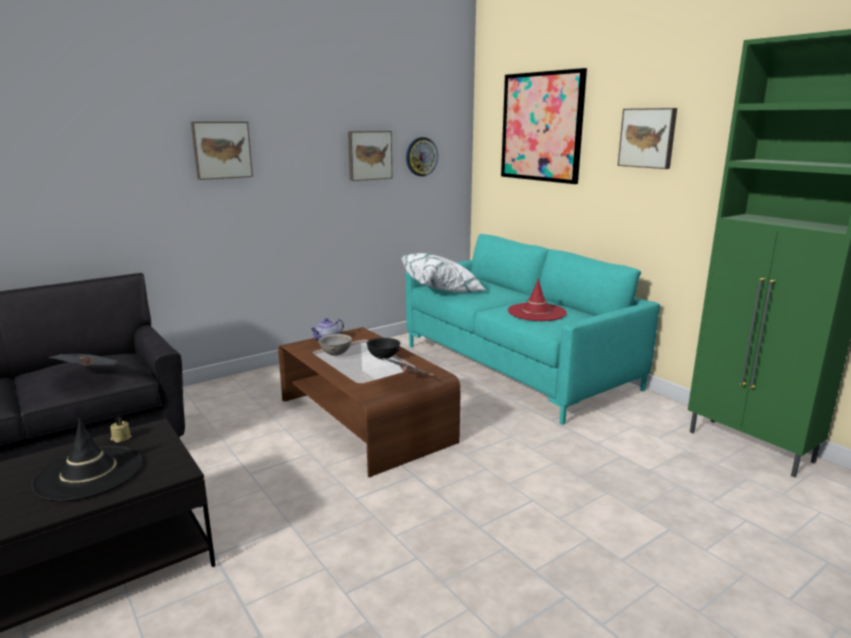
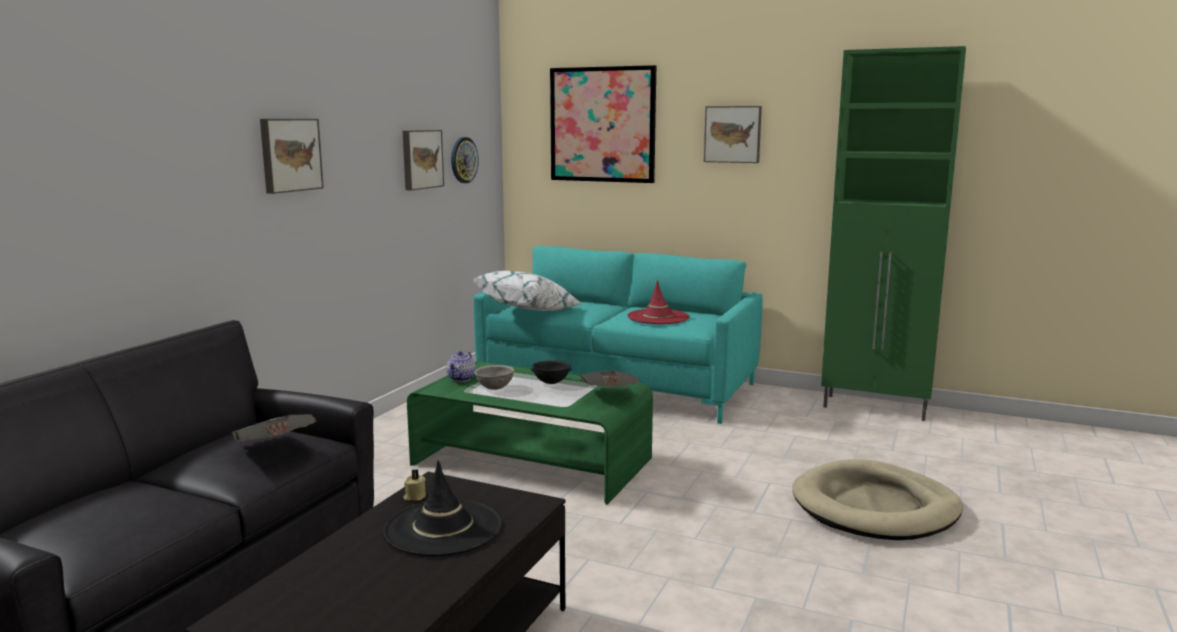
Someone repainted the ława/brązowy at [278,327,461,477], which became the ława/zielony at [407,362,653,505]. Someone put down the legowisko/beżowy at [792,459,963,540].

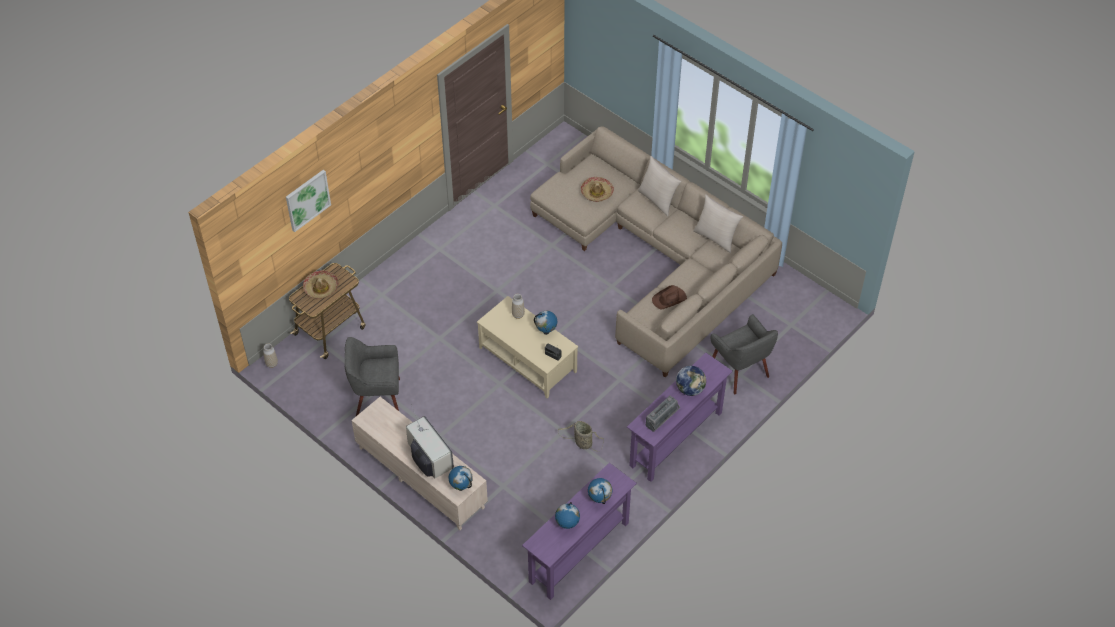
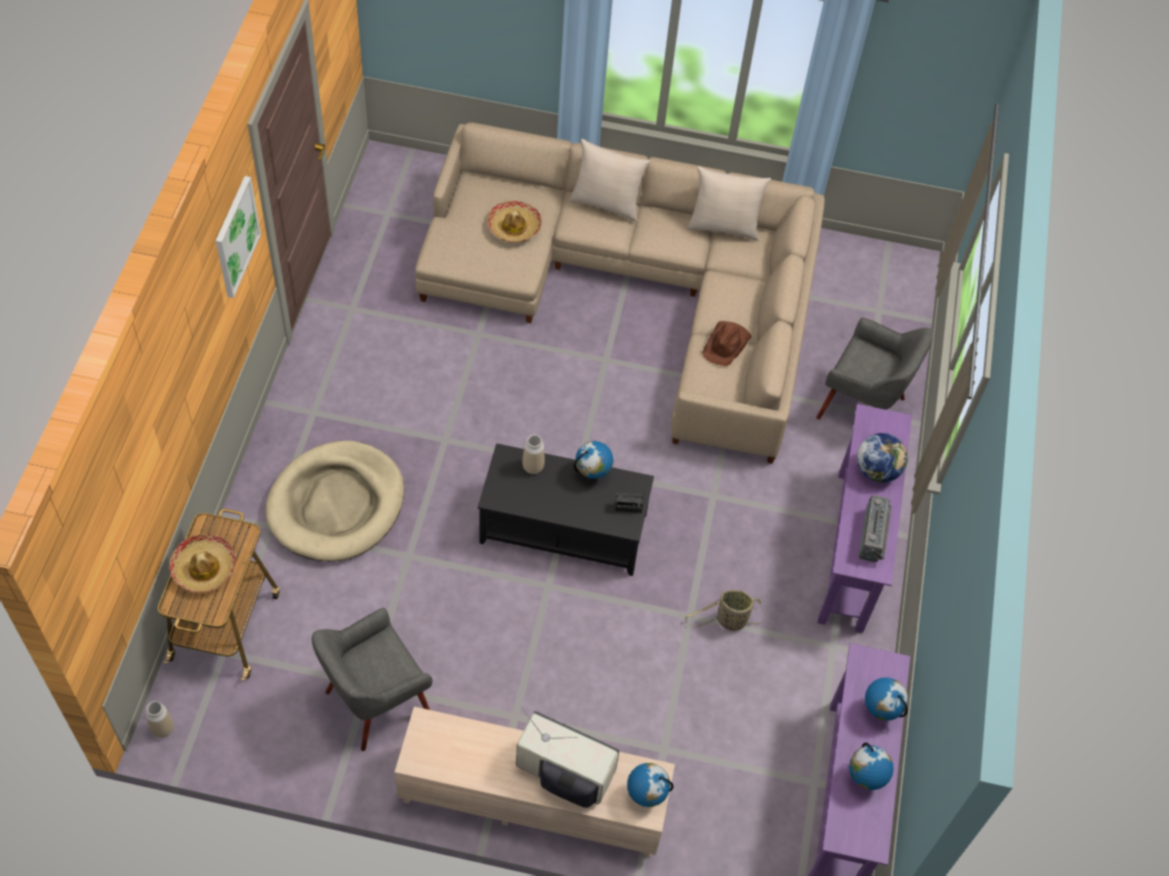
Someone carried the obraz from [286,170,331,232] to [216,176,261,298]. Someone repainted the ława/beżowy at [477,296,578,398], which became the ława/czarny at [478,443,654,576]. Someone put down the legowisko/beżowy at [265,440,404,562].

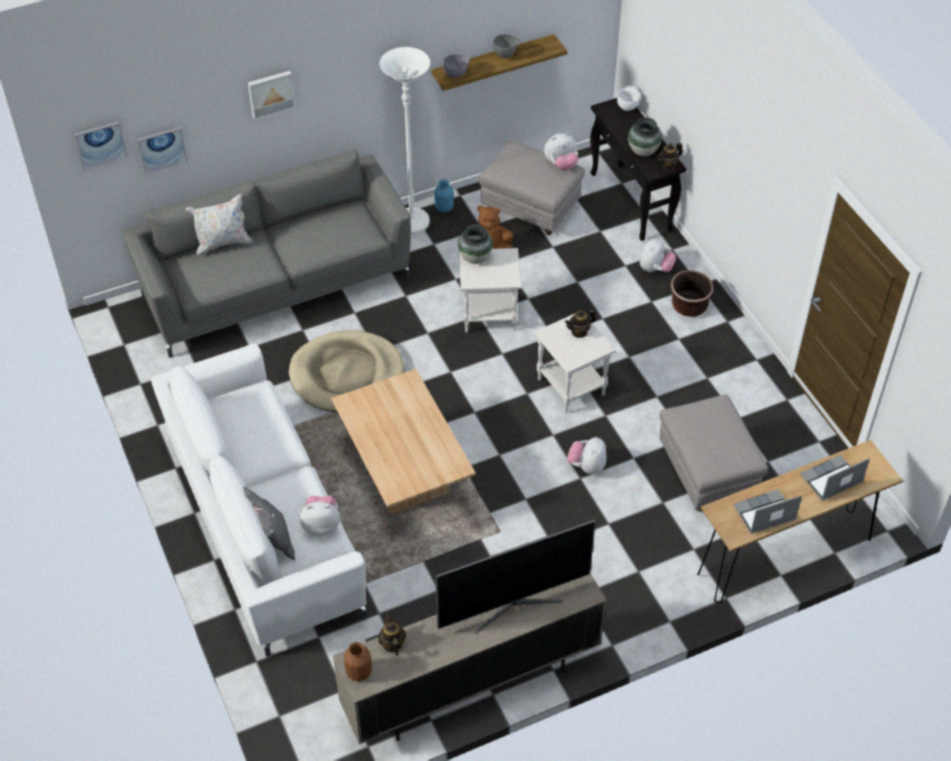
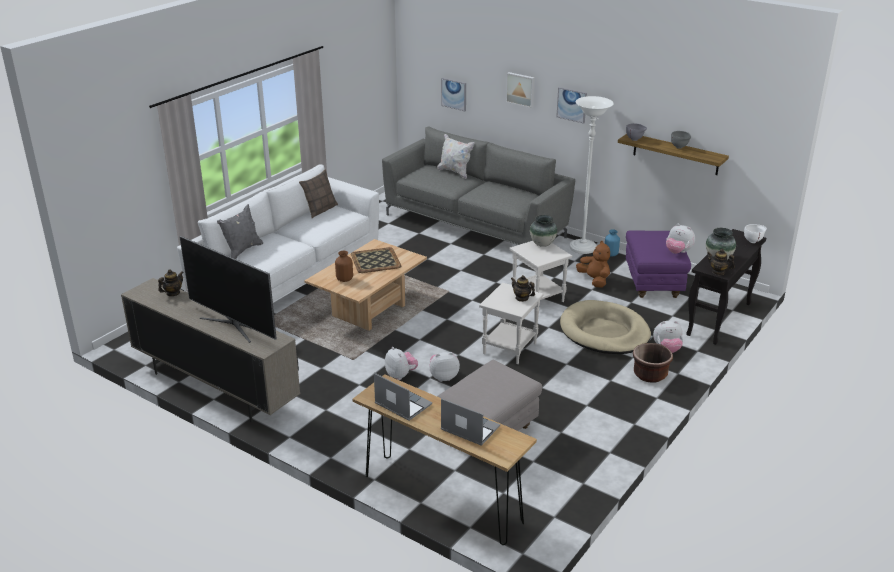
Someone carried the obraz from [74,121,128,170] to [556,87,587,124]. Someone carried the legowisko/beżowy from [289,330,404,412] to [560,300,651,354]. Someone carried the pluszak from [300,496,340,537] to [385,347,418,380]. Someone carried the wazon/brązowy from [344,642,372,682] to [335,251,353,282]. Someone repainted the pufa/szary at [478,140,585,235], which became the pufa/fioletowy at [626,231,691,298]. Someone put down the poduszka at [299,169,338,218]. Someone put down the taca at [351,247,401,273].

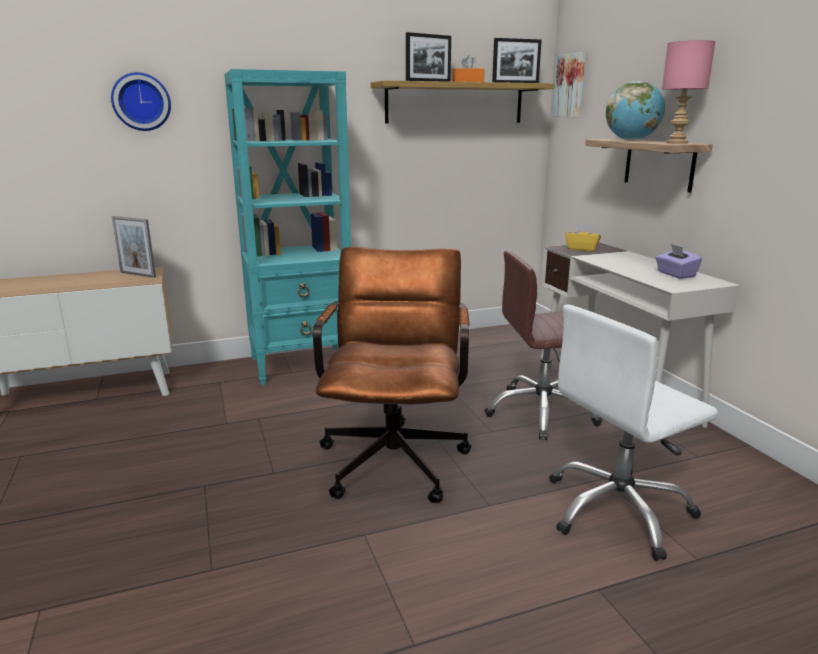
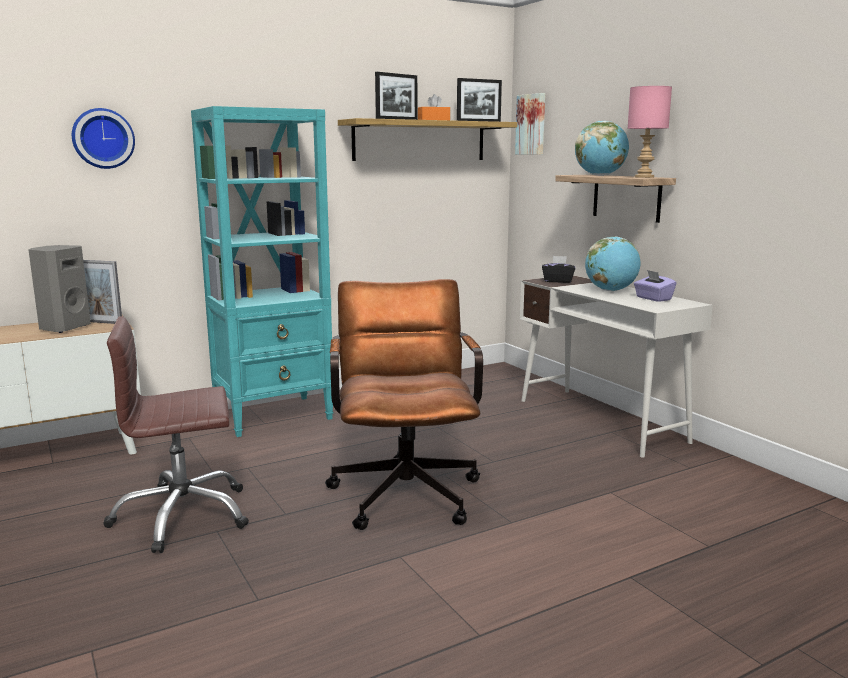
Someone carried the krzesło biurowe/brązowy from [485,251,602,440] to [103,316,249,553]. Someone took away the krzesło biurowe/biały at [549,304,718,561]. Someone repainted the pudełko chusteczek/żółty at [565,223,601,251], which became the pudełko chusteczek/czarny at [542,256,575,283]. Someone put down the głośnik/szary at [29,245,91,333]. Someone put down the globus at [585,236,640,291].

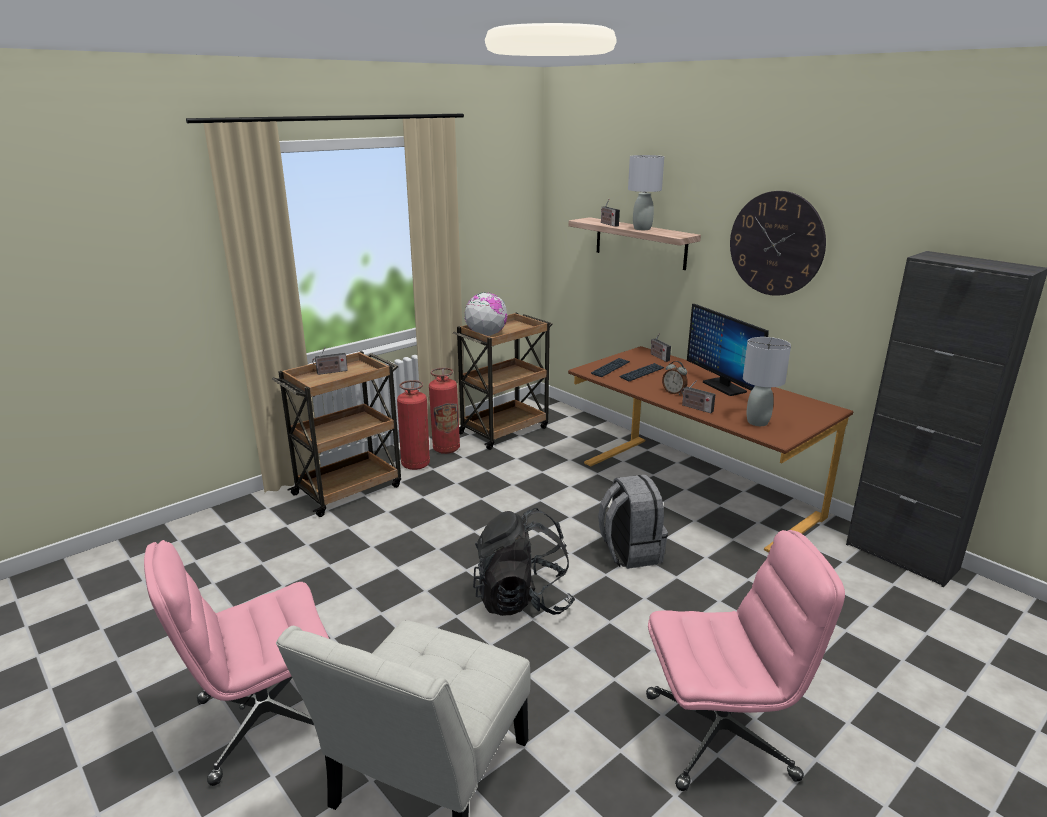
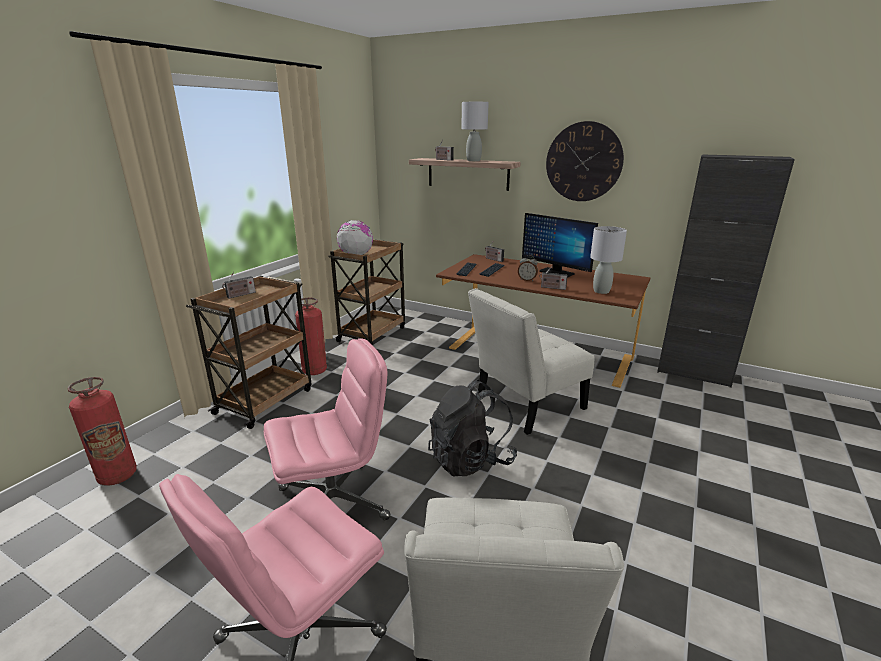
Someone carried the gaśnica from [429,368,460,454] to [67,377,137,486]. Someone swapped the plecak/szary at [598,475,668,569] for the krzesło/biały at [468,288,595,435]. Someone carried the krzesło biurowe/różowy from [646,530,845,791] to [264,338,390,521].

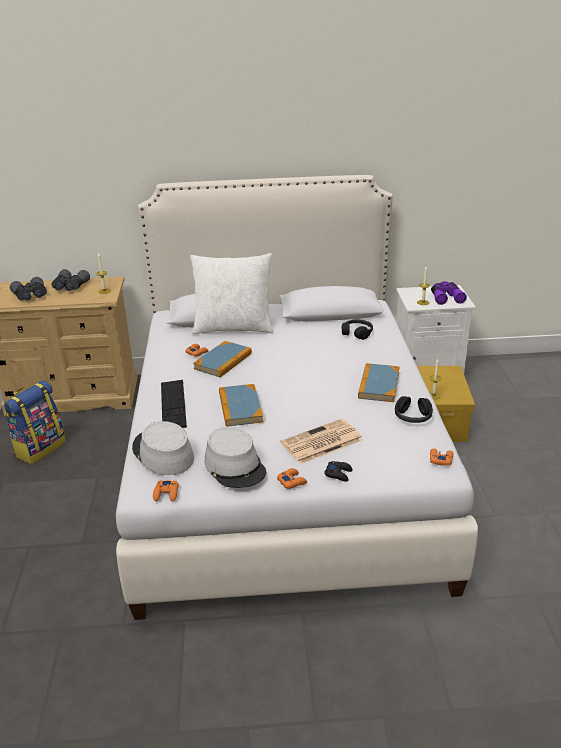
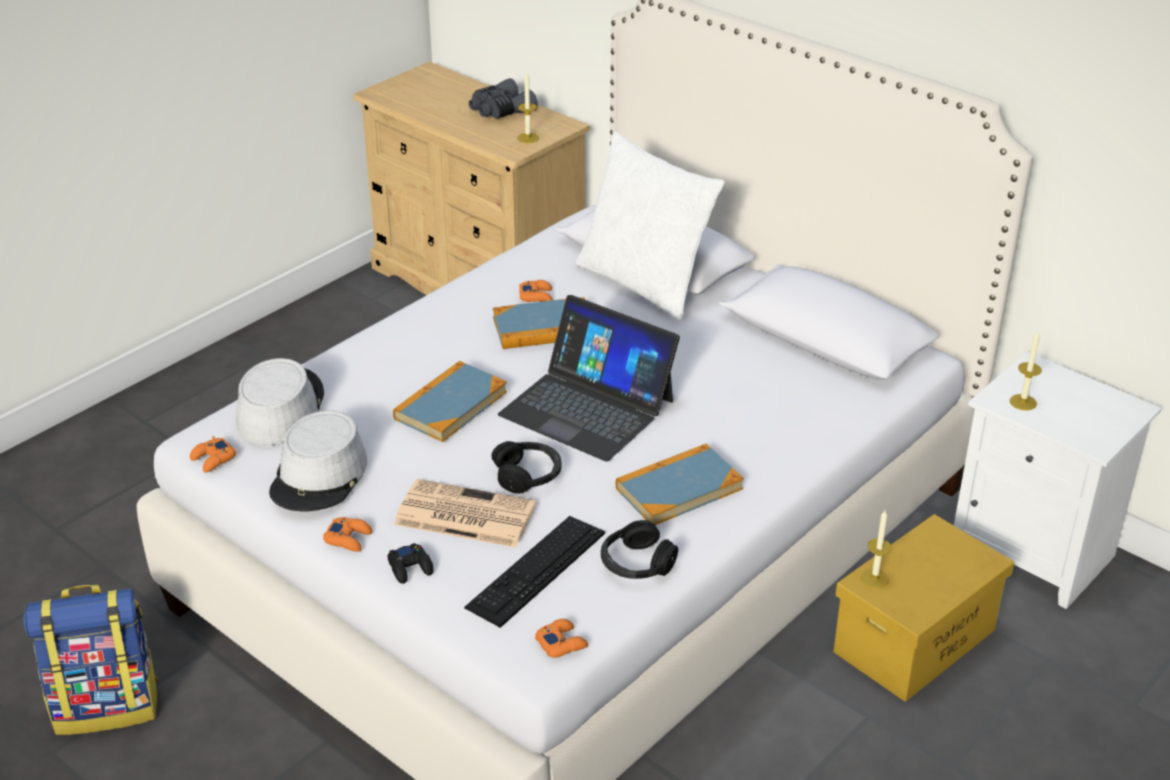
Someone carried the plecak from [4,381,66,464] to [24,585,158,735]. Someone took away the lornetka/szary at [10,277,47,300]. Someone carried the klawiatura from [161,380,187,428] to [464,516,605,628]. Someone carried the słuchawki/czarny from [342,319,373,340] to [491,441,561,494]. Someone took away the lornetka/fioletowy at [431,281,467,305]. Someone put down the laptop at [498,295,680,462].

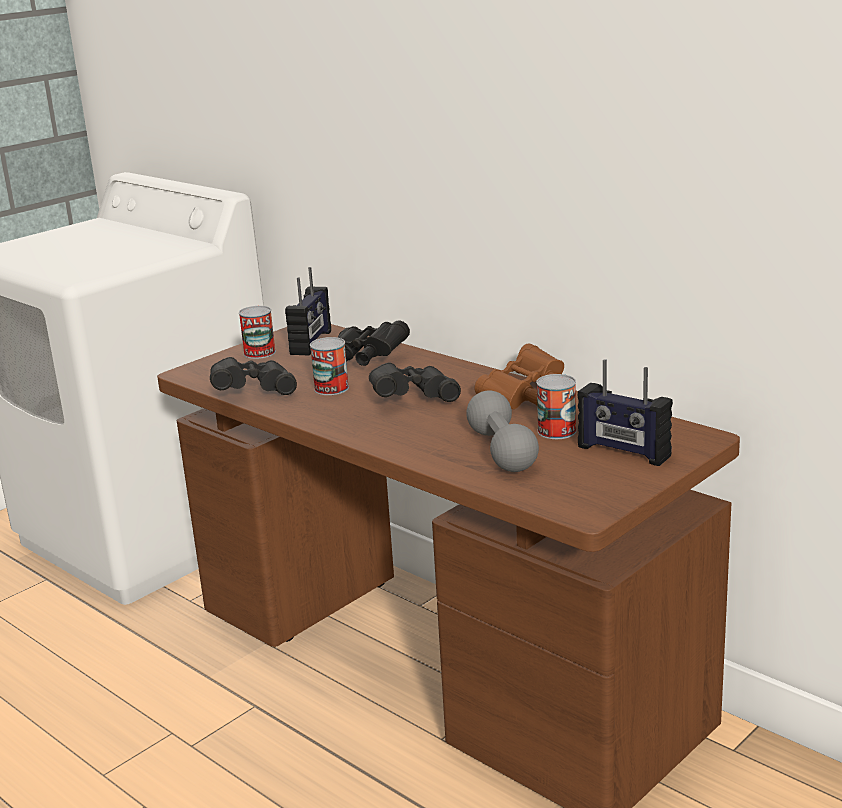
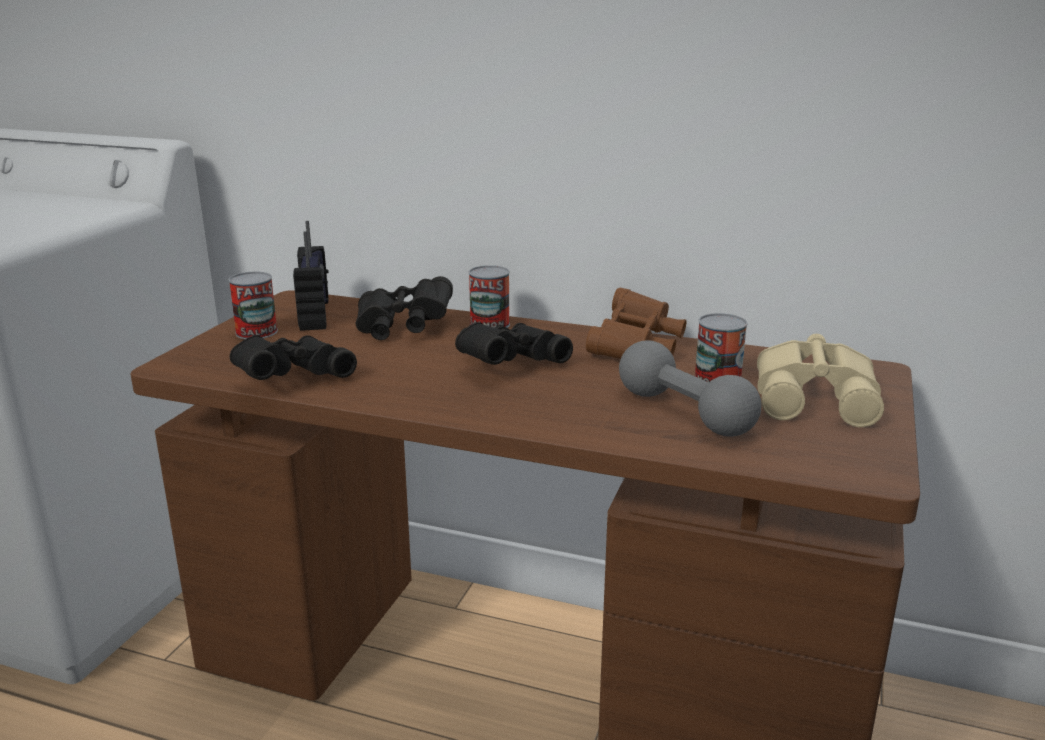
Someone carried the puszka from [310,337,349,395] to [469,265,510,328]. Someone swapped the radio at [577,359,673,466] for the lornetka/beżowy at [757,334,884,427].

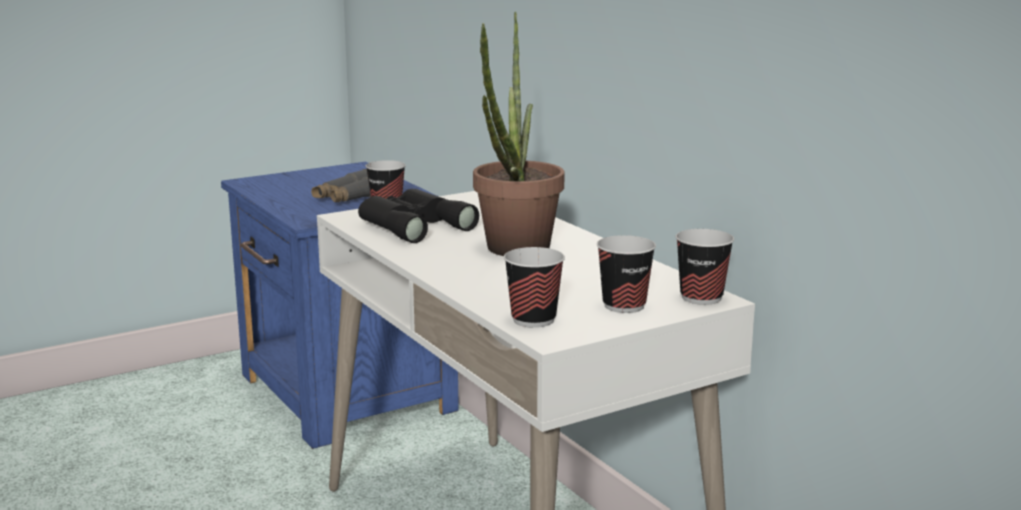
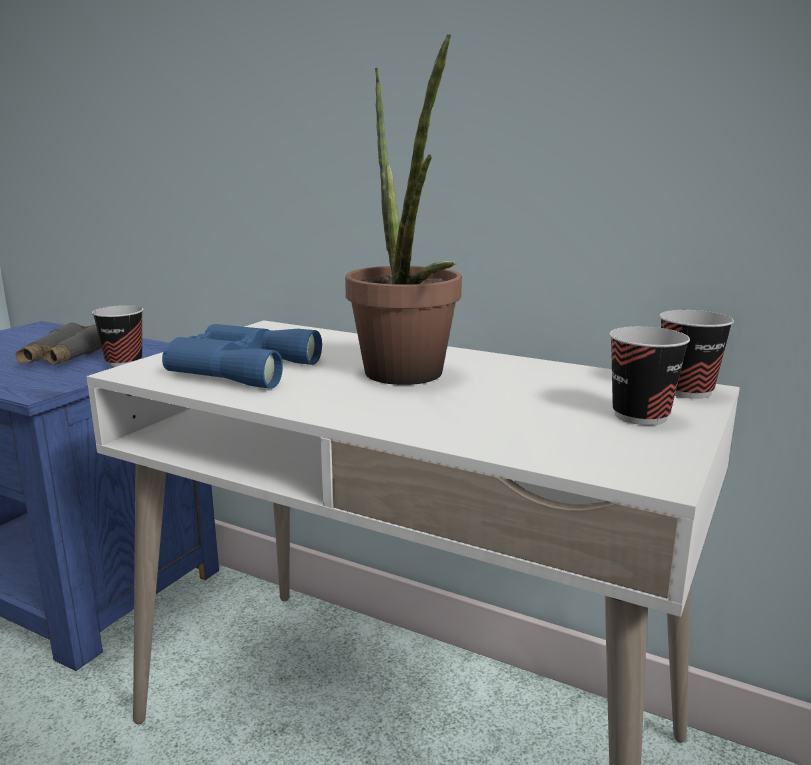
Someone repainted the lornetka/czarny at [358,189,479,243], which became the lornetka/niebieski at [162,324,322,389]. Someone took away the filiżanka at [504,247,565,328].

